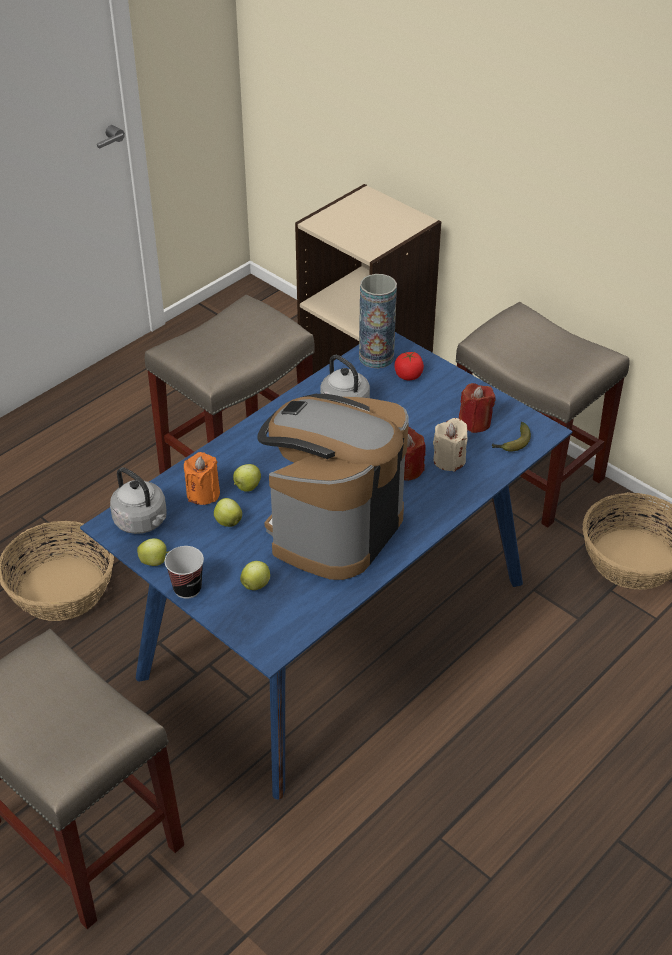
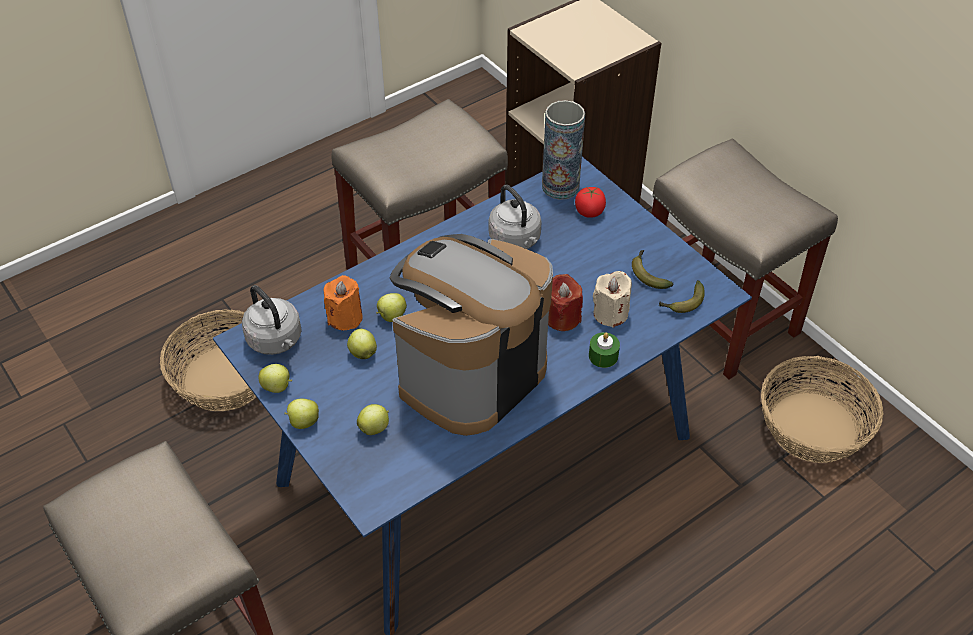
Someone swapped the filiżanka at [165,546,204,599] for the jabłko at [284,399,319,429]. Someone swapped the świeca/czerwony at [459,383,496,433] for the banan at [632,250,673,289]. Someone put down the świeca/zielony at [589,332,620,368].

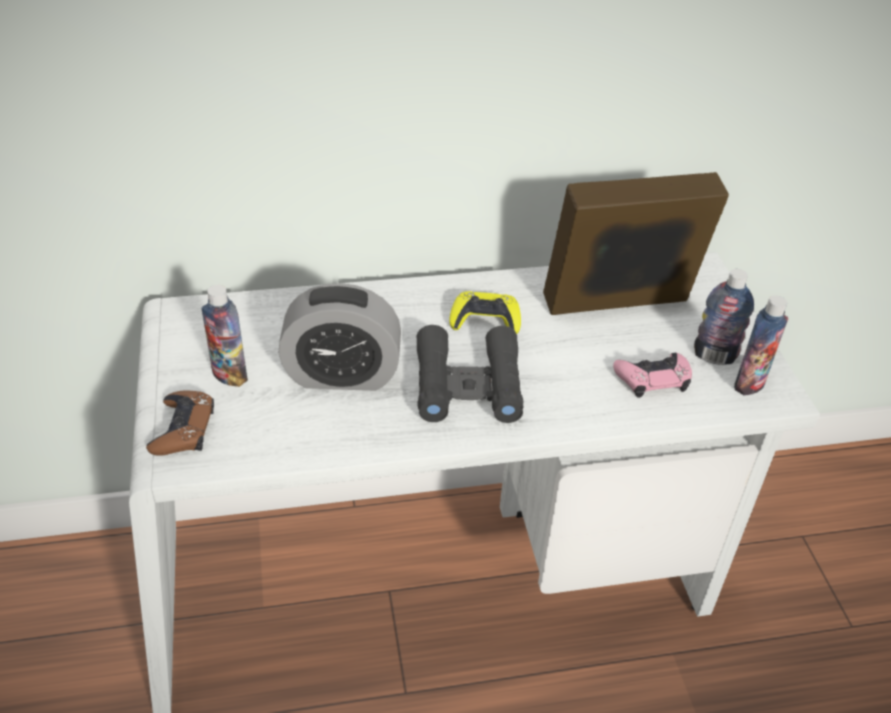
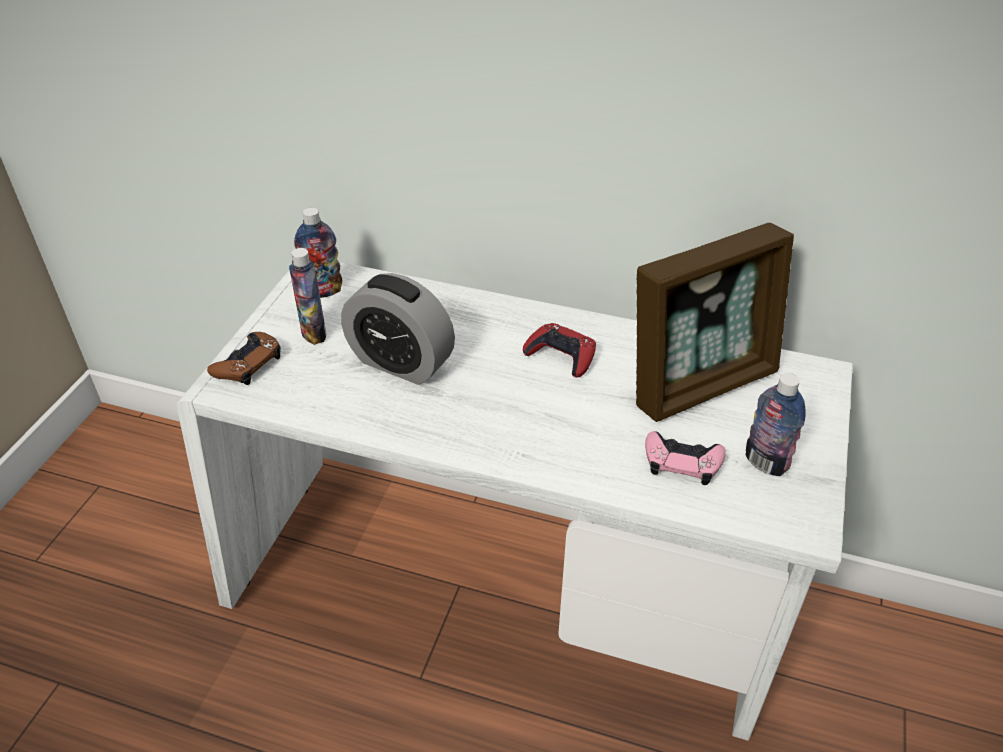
Someone took away the lornetka/czarny at [417,325,523,423]. Someone repainted the pad do gier/żółty at [449,291,521,334], which became the pad do gier/czerwony at [523,323,596,378]. Someone rotated the ramka na zdjęcie at [543,172,729,315] by 135 degrees clockwise. Someone carried the butelka from [734,296,788,396] to [294,208,342,298].

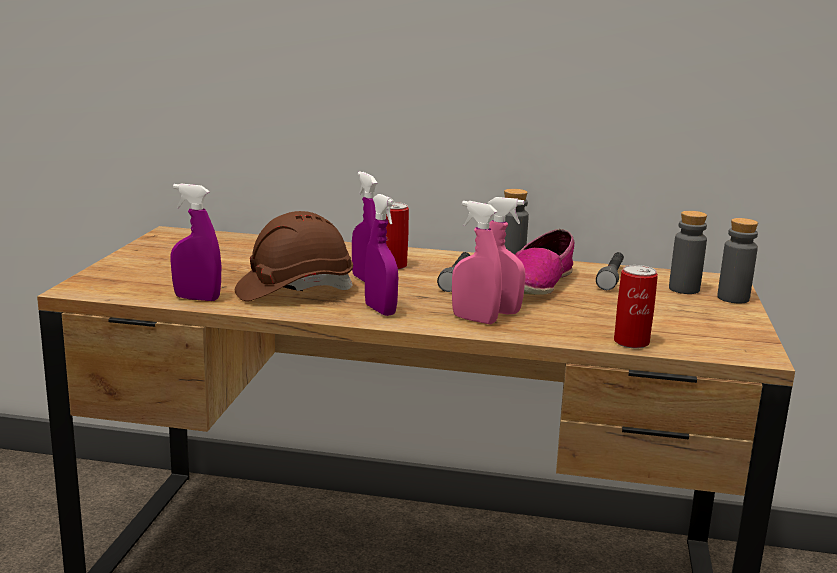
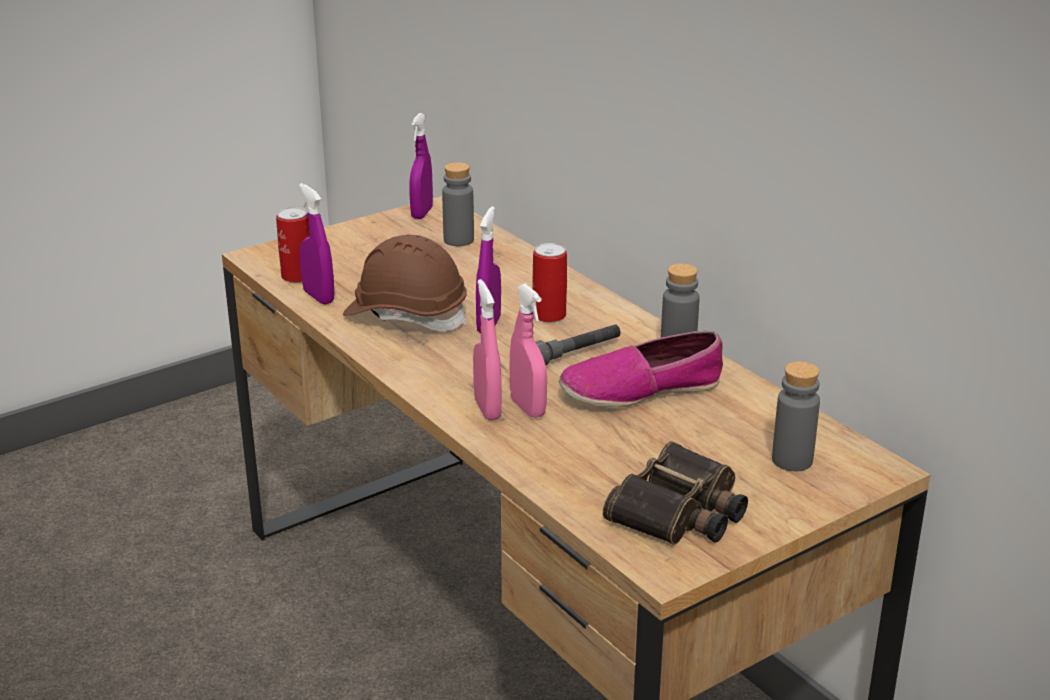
Someone carried the spryskiwacz/fioletowy from [365,194,398,316] to [409,113,433,219]. Someone took away the latarka/szary at [596,252,624,290]. Someone carried the puszka from [614,265,658,349] to [276,207,310,283]. Someone carried the butelka/szary from [717,218,758,303] to [442,162,474,246]. Someone put down the lornetka at [603,441,748,545].

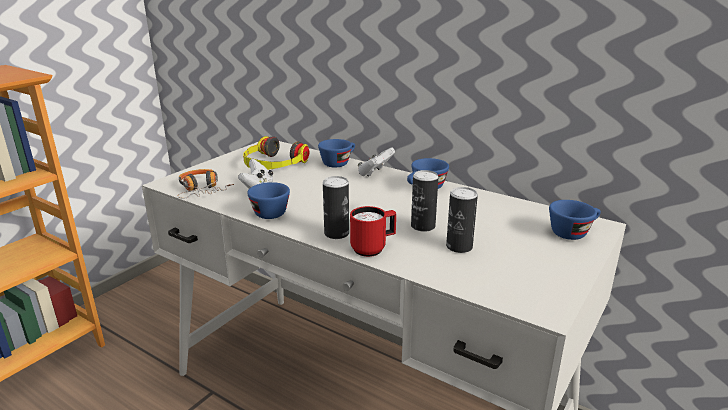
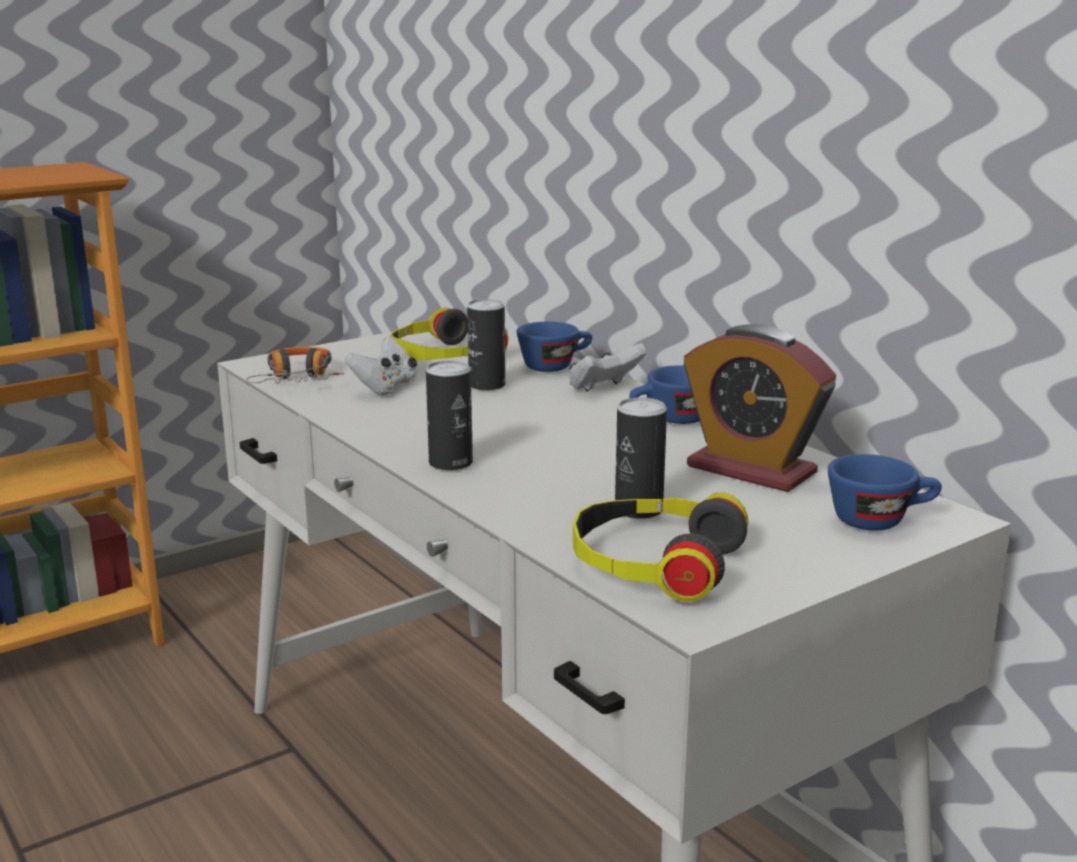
Someone took away the filiżanka/niebieski at [247,182,290,219]. Someone took away the kubek/czerwony at [350,206,396,257]. Someone carried the puszka from [411,170,438,232] to [467,299,505,391]. Someone put down the słuchawki at [573,492,748,602]. Someone put down the budzik at [684,324,836,492].

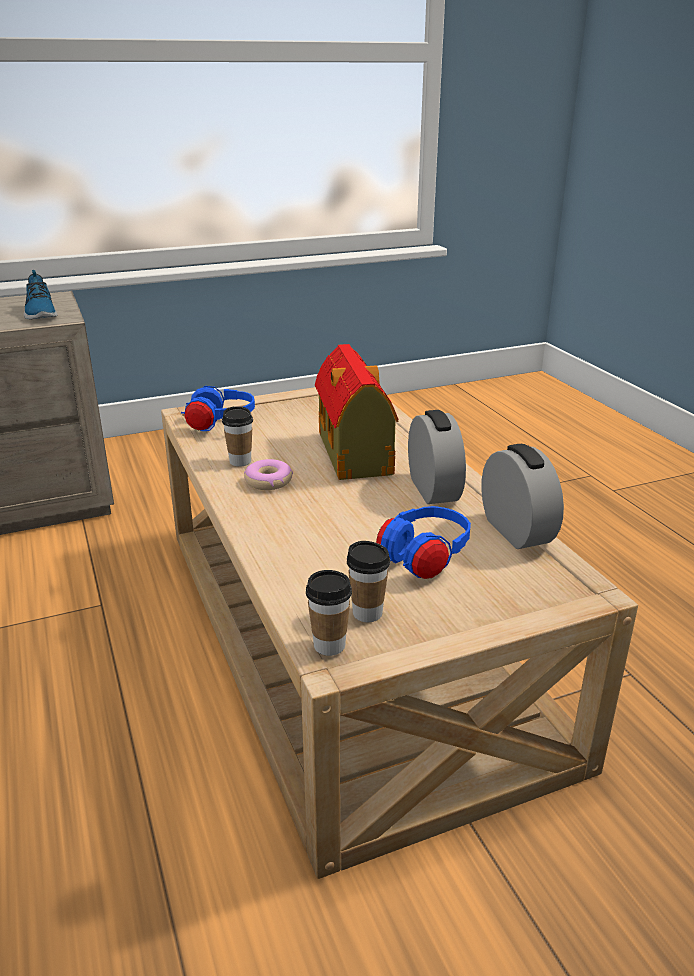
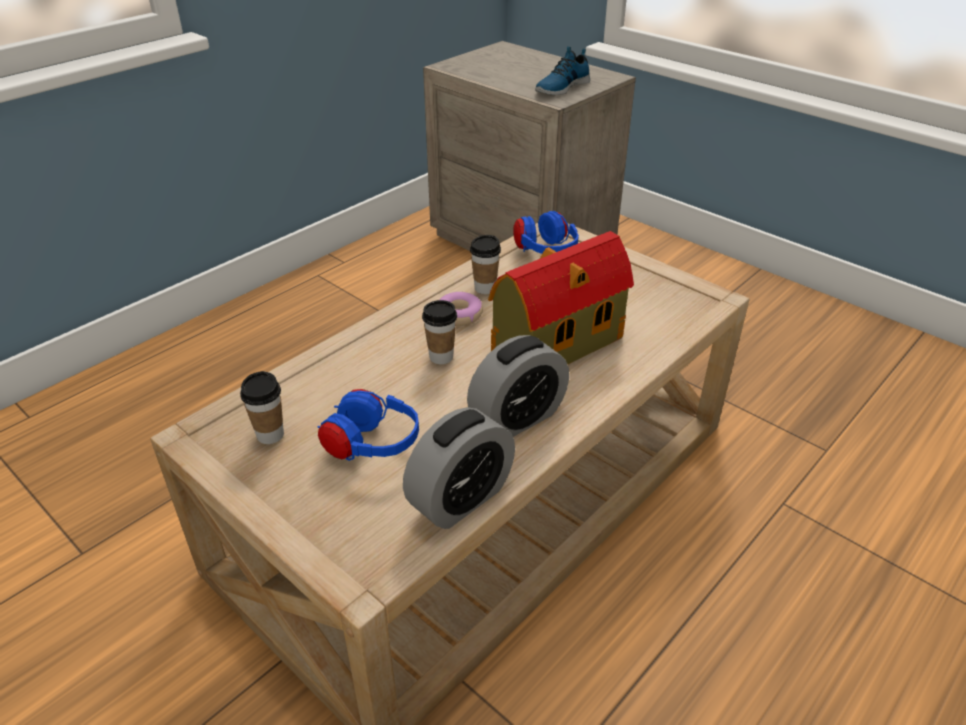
Someone carried the filiżanka from [306,570,352,656] to [422,300,457,364].

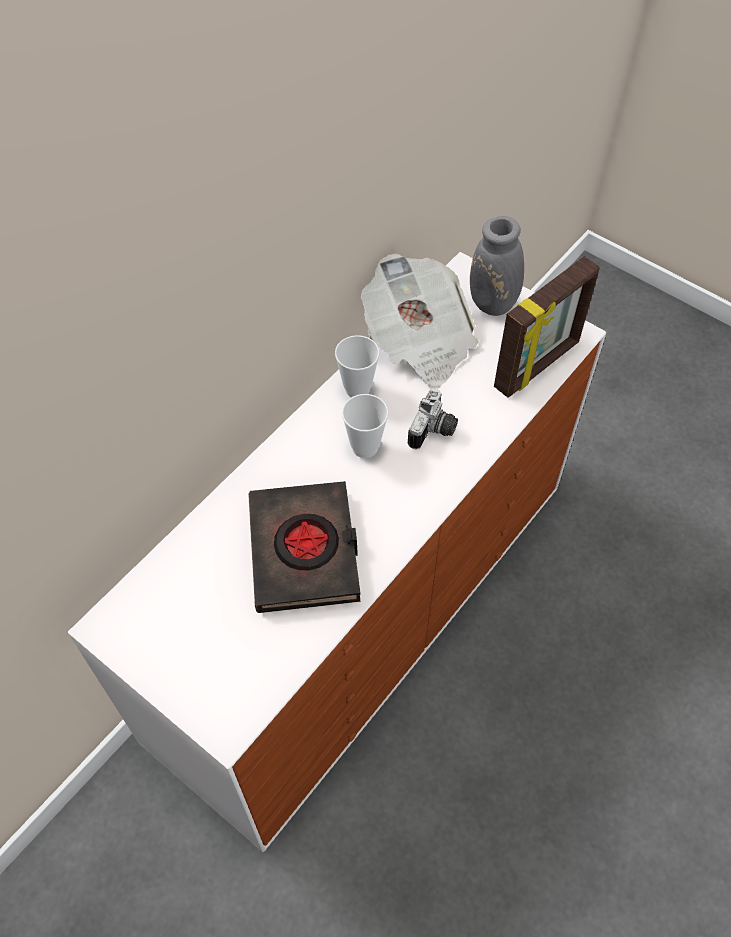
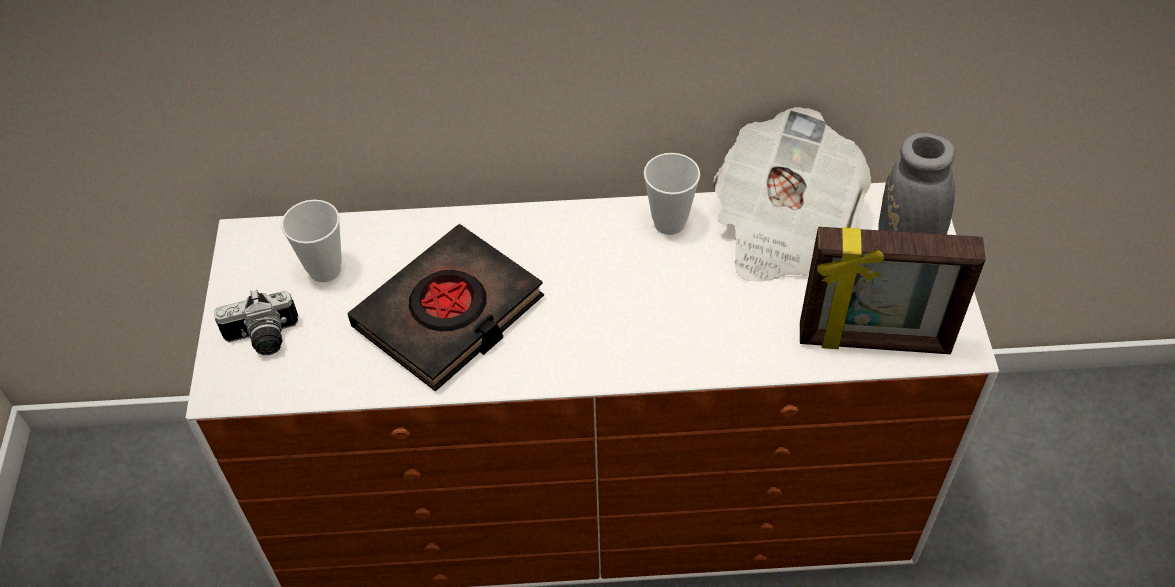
Someone carried the filiżanka from [342,394,388,458] to [281,200,342,282]. Someone carried the aparat fotograficzny from [408,388,458,450] to [214,289,298,355].

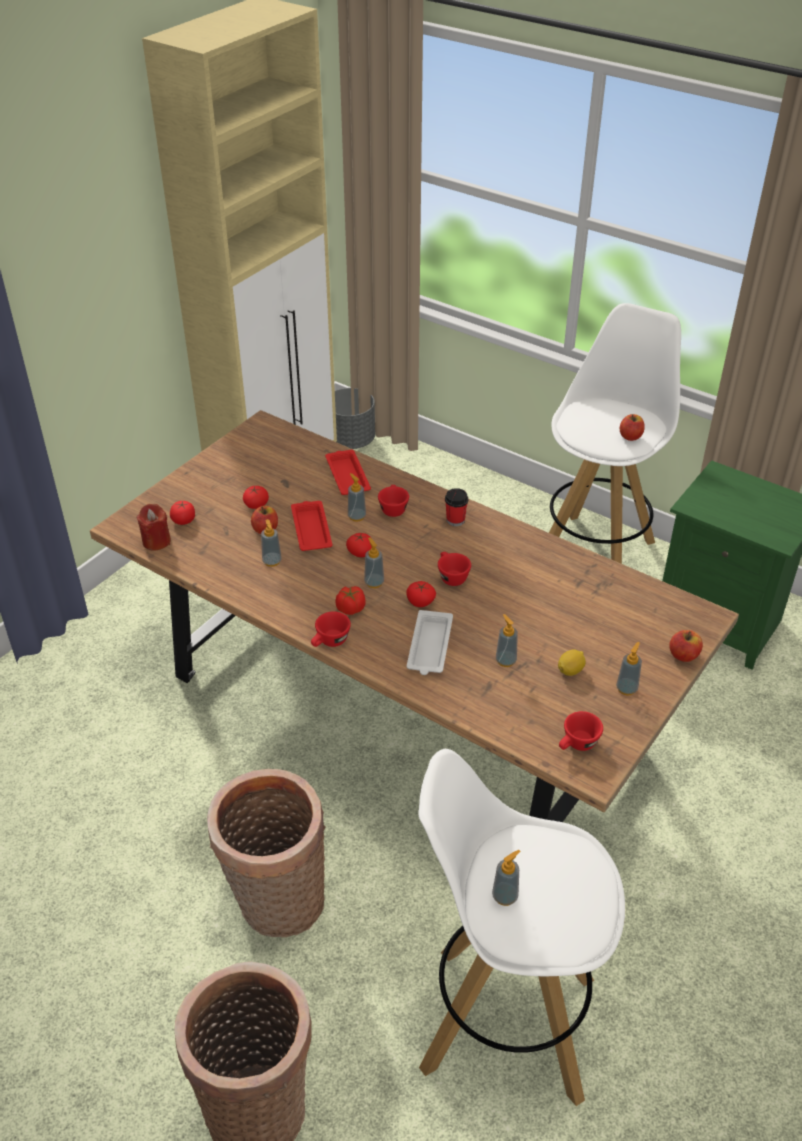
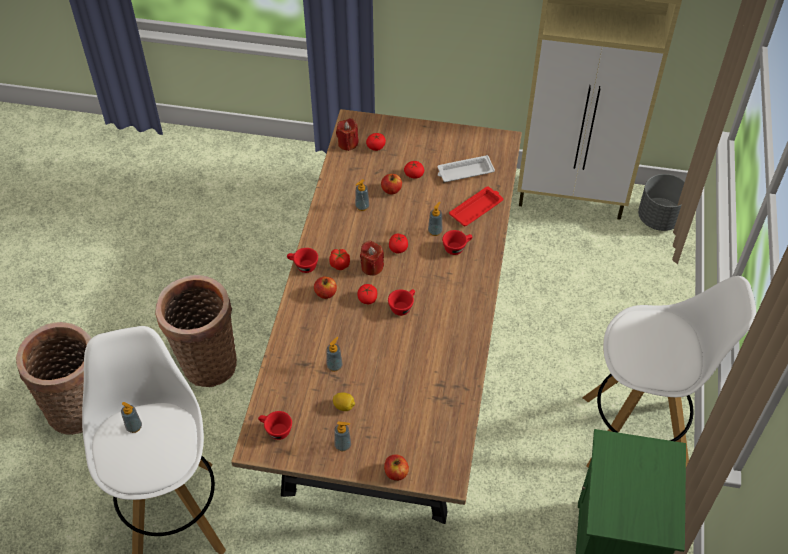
Someone took away the taca/czerwony at [291,501,333,551]. Someone swapped the dozownik mydła at [364,537,384,588] for the świeca/czerwony at [360,241,384,276]. Someone carried the taca/biały from [407,610,453,675] to [438,155,495,182]. Someone took away the filiżanka at [445,488,468,526]. Someone carried the jabłko from [620,414,645,441] to [314,277,337,299].

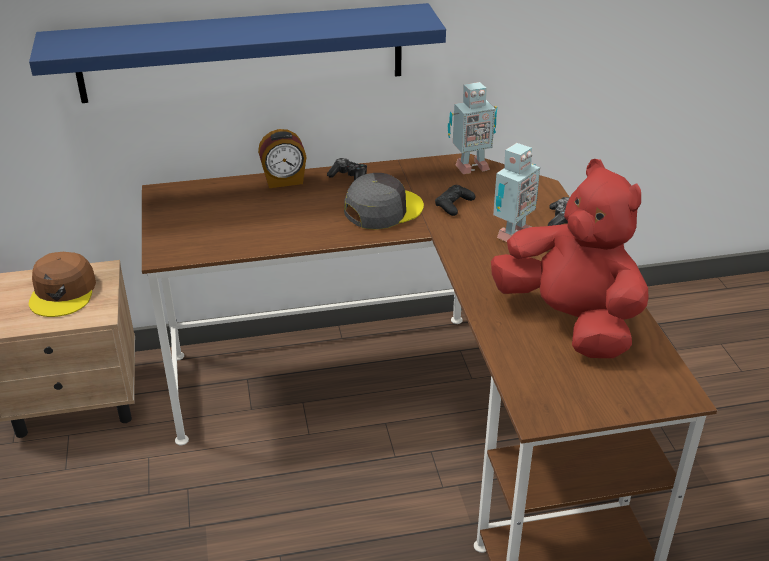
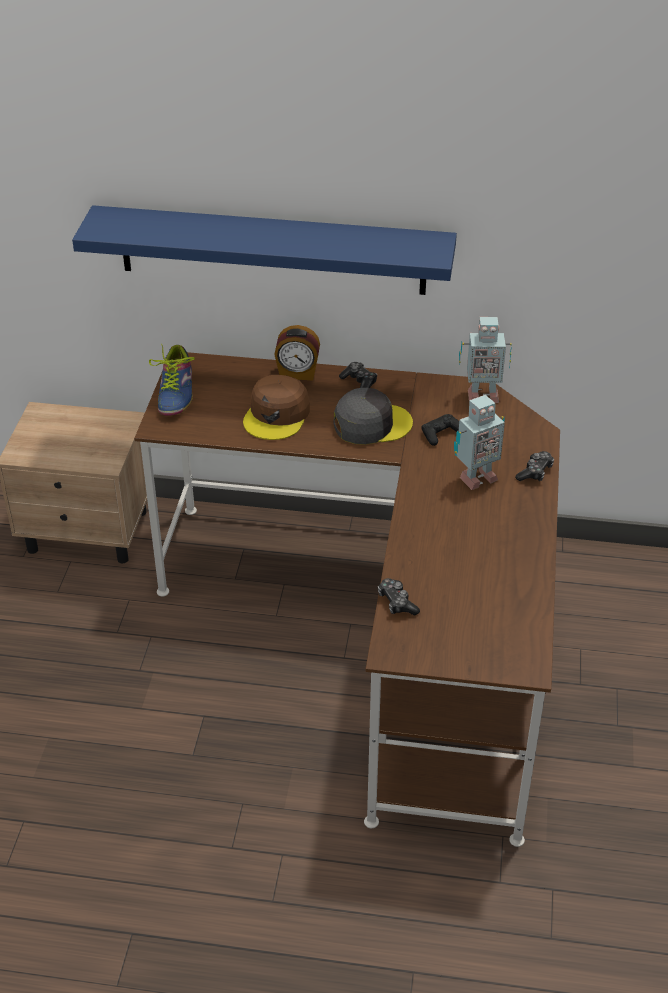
Someone carried the czapka z daszkiem/brązowy from [29,252,96,317] to [243,375,310,440]. Someone took away the pluszak/czerwony at [491,159,649,358]. Someone put down the but at [149,343,195,416]. Someone put down the pad do gier at [378,578,420,616].

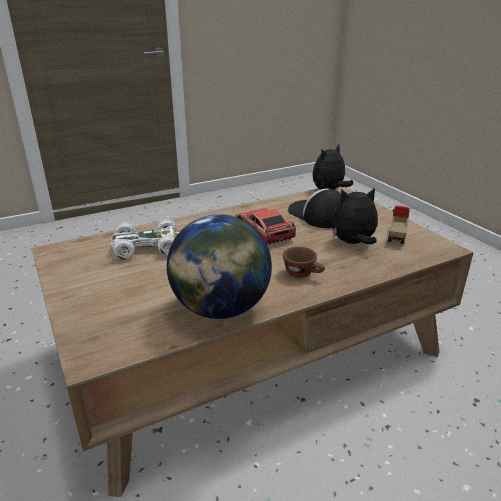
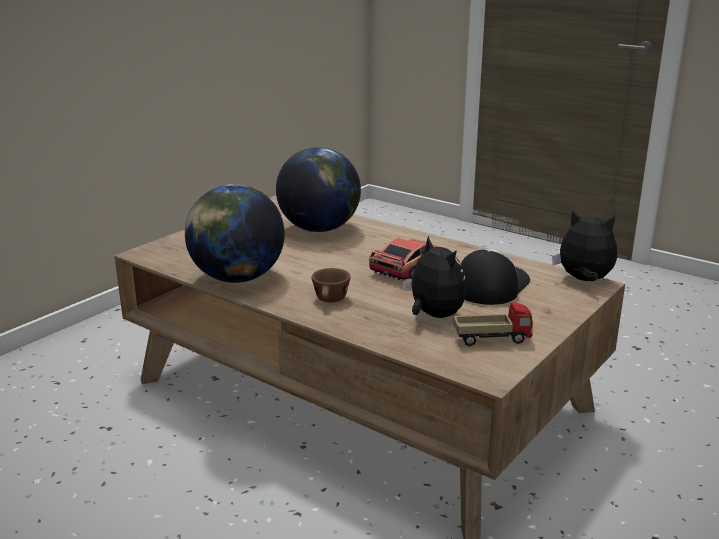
Someone swapped the samochodzik/biały at [111,219,179,259] for the globus at [276,147,361,232].

